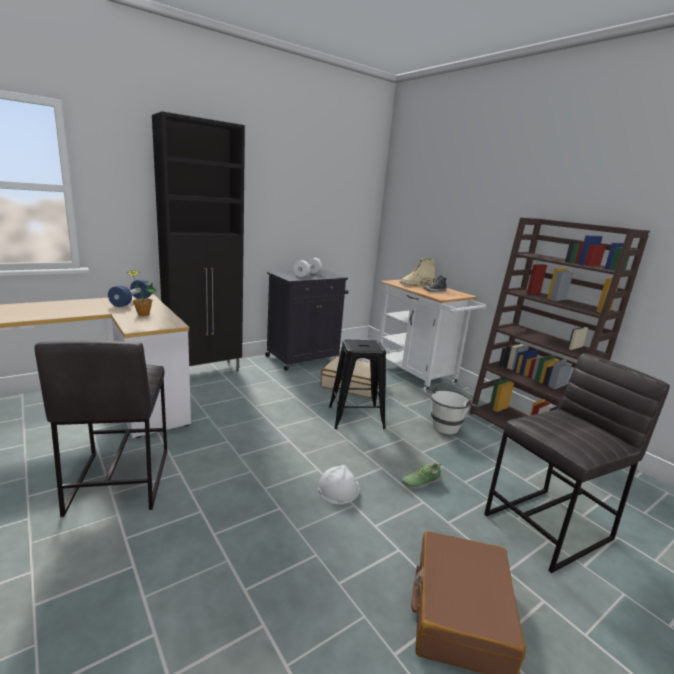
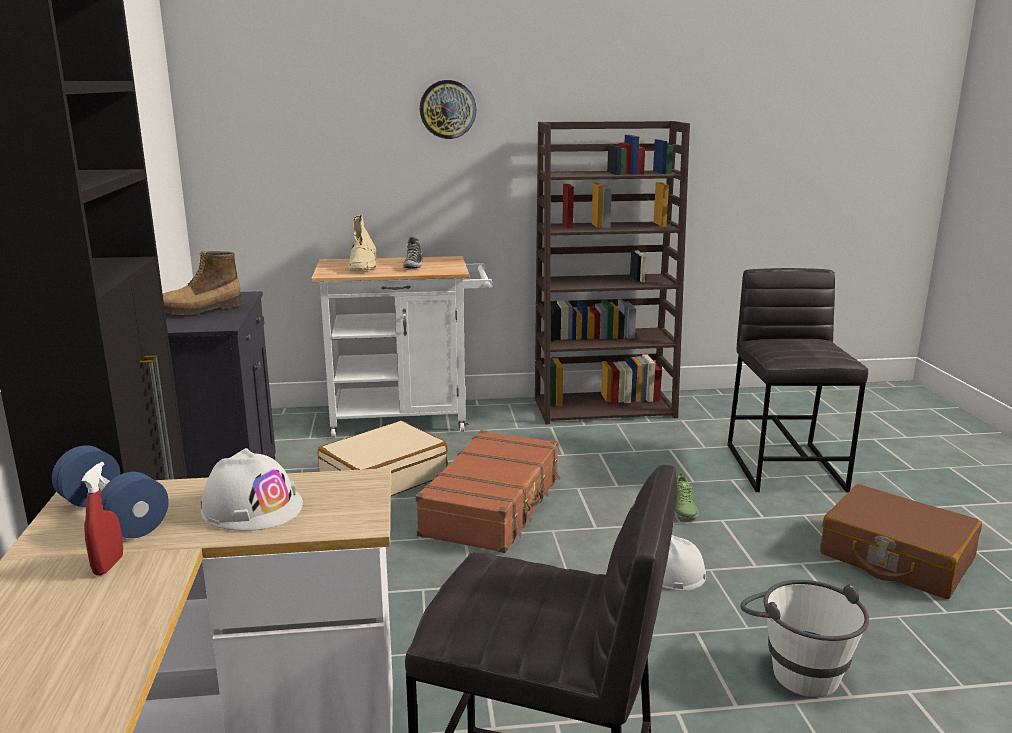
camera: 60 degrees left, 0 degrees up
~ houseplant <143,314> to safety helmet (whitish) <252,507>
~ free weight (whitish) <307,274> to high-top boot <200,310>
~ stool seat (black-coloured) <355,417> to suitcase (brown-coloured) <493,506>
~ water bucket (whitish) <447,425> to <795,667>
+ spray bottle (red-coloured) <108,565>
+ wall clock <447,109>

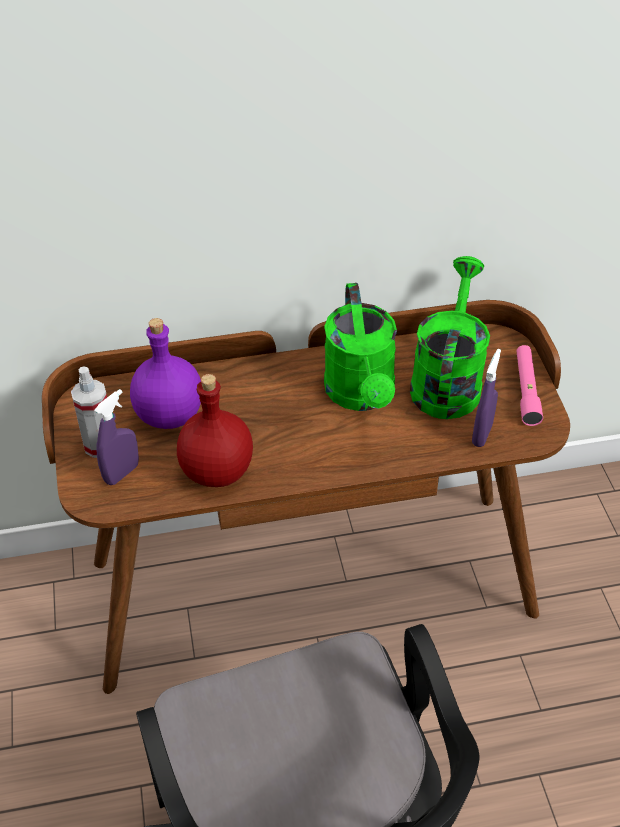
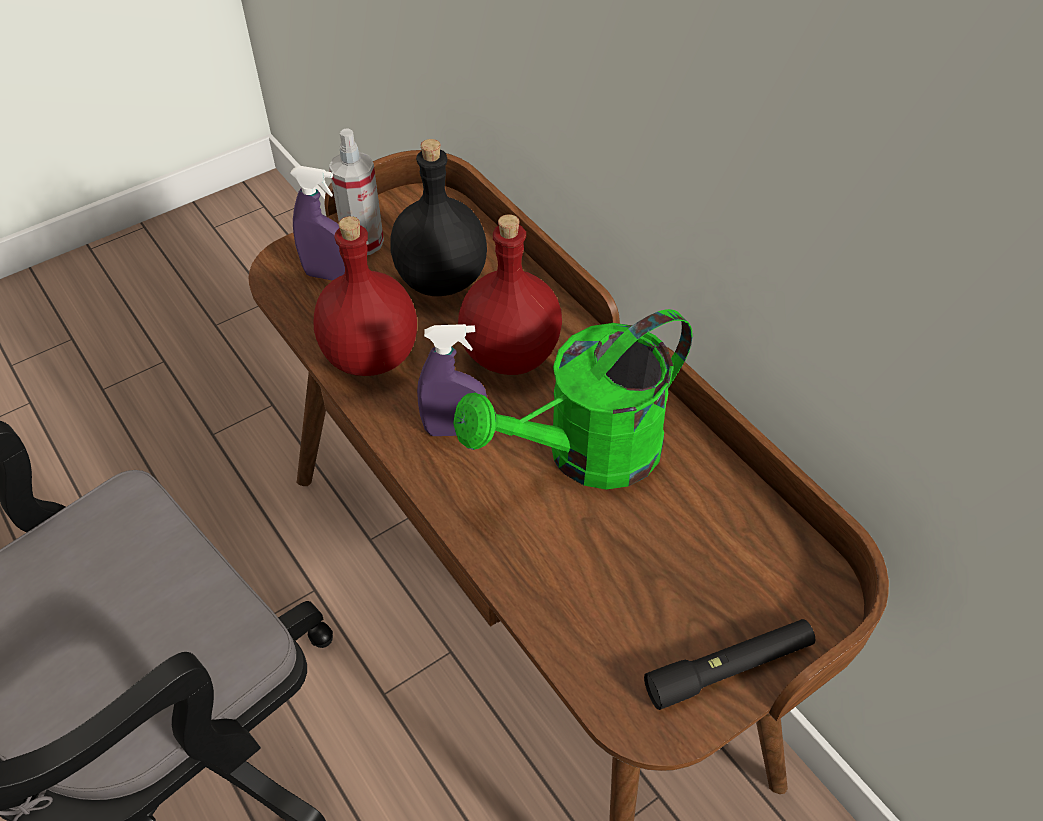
camera: 65 degrees right, 5 degrees up
~ bottle (purple) <168,415> to bottle (black-coloured) <441,278>
- sprinkling can (green) <447,380>
~ spray bottle (purple) <482,434> to <454,430>
~ flashlight (pink) <526,390> to flashlight (black-coloured) <729,668>
+ bottle (red-coloured) <508,353>

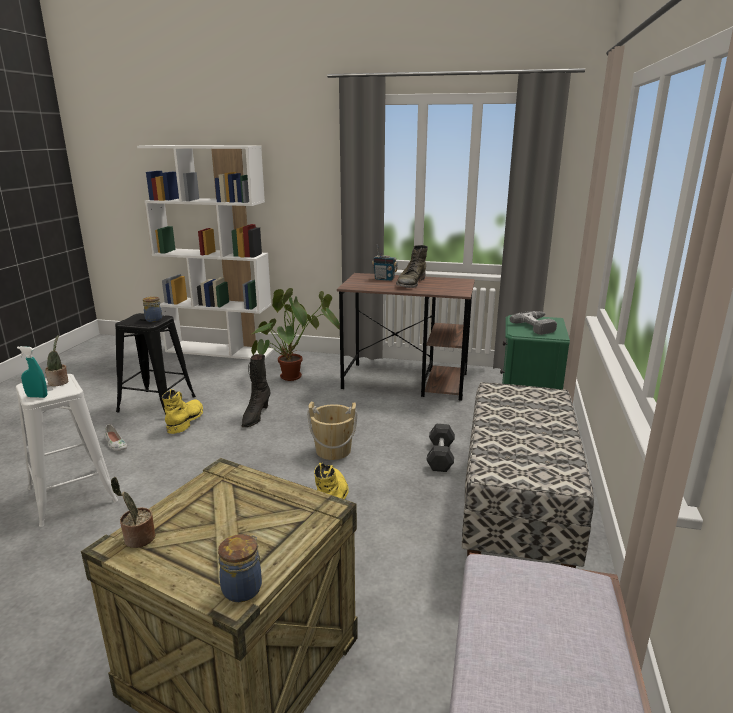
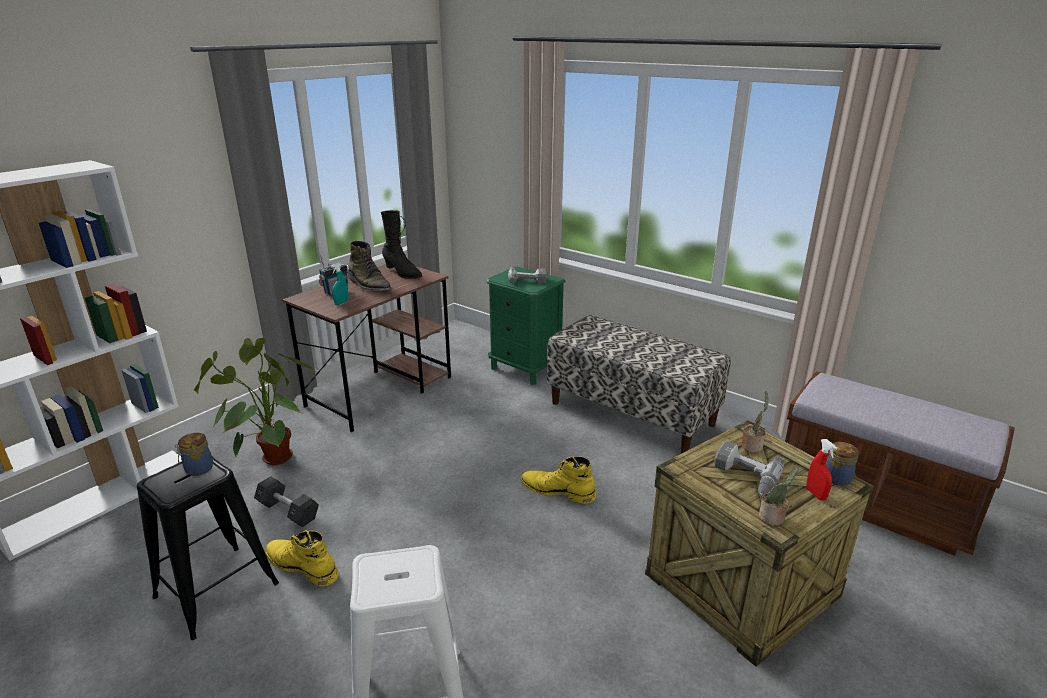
camera: 65 degrees left, 5 degrees up
~ spray bottle (turquoise-coloured) <37,396> to <341,303>
~ houseplant <59,383> to <752,445>
- shoe (whitish) <115,444>
~ high-top boot (black-coloured) <255,416> to <402,273>
- water bucket (beige) <333,451>
~ free weight (gray) <440,456> to <288,511>
+ power drill <744,476>
+ spray bottle (red-coloured) <816,494>

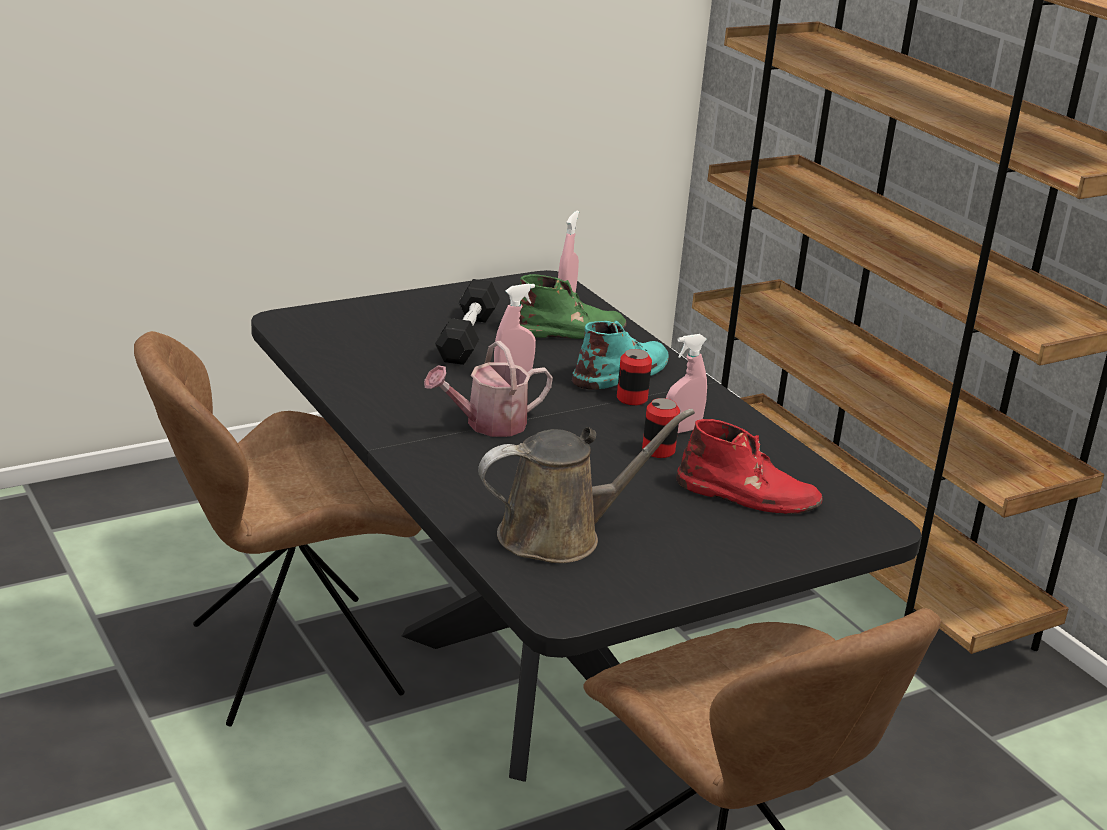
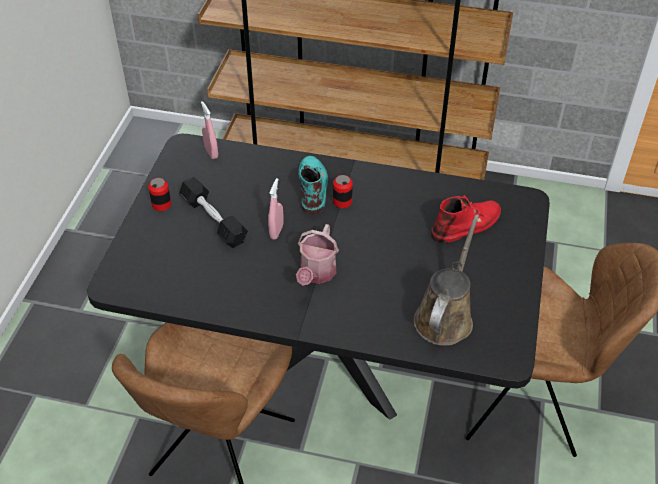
camera: 45 degrees left, 20 degrees up
- high-top boot (green) <568,330>
~ sealed can <658,450> to <161,205>
- spray bottle (pink) <682,430>

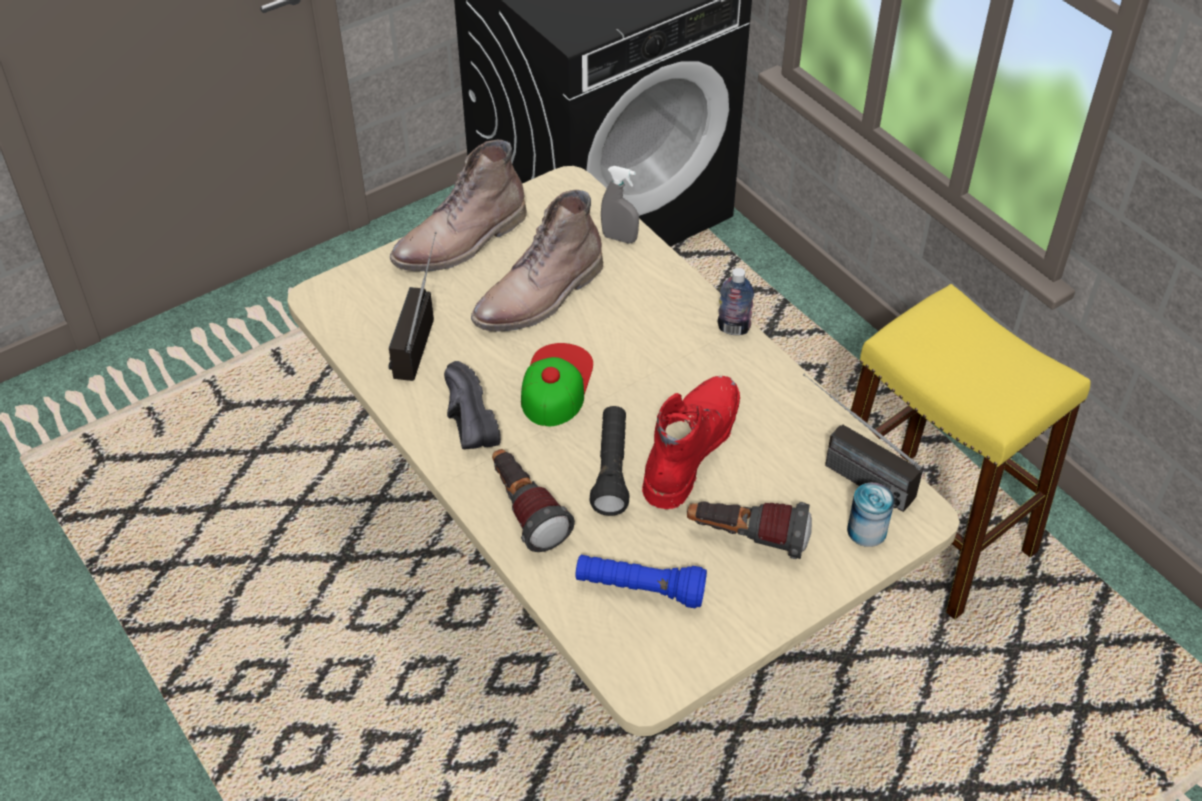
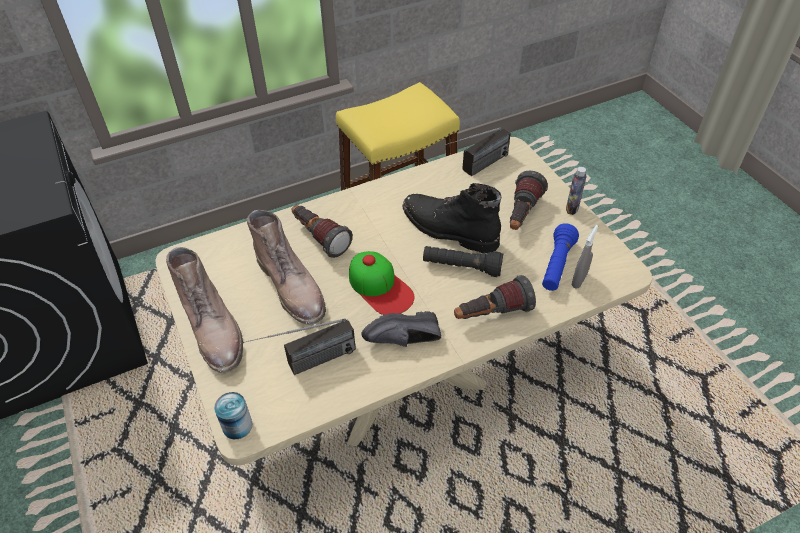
camera: 80 degrees left, 0 degrees up
~ radio set <416,332> = <305,364> 45 degrees counterclockwise
~ cap <556,384> = <380,287> 150 degrees counterclockwise
~ spray bottle (gray) <619,238> to <579,280>
~ high-top boot (red-coloured) <689,446> to high-top boot (black-coloured) <448,229>
~ bottle <733,329> to <572,208>
~ sealed can <867,530> to <237,425>
+ flashlight <319,238>

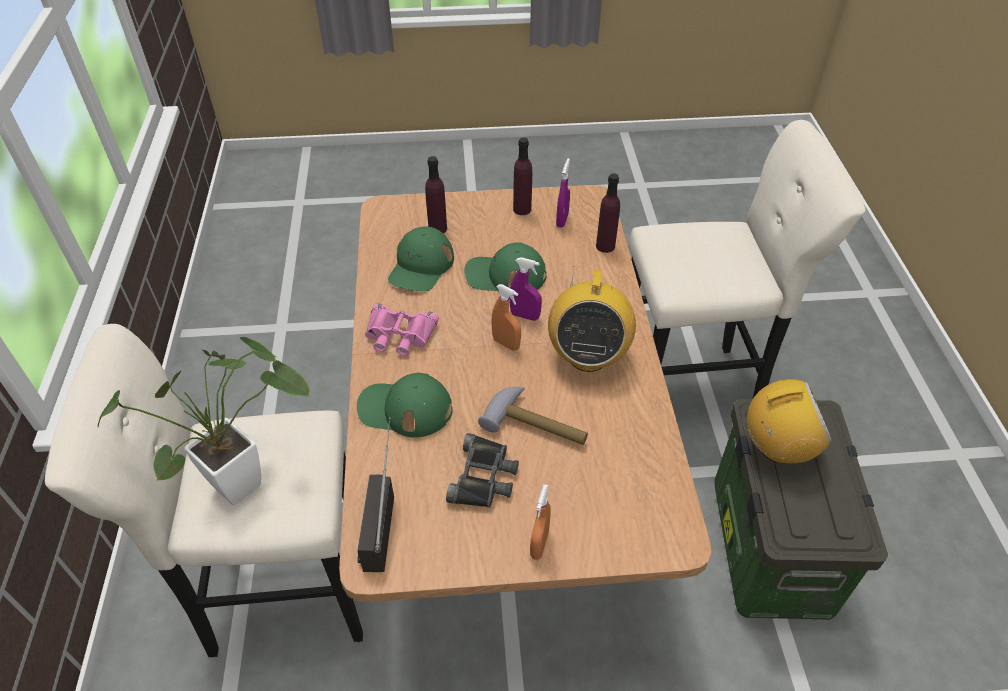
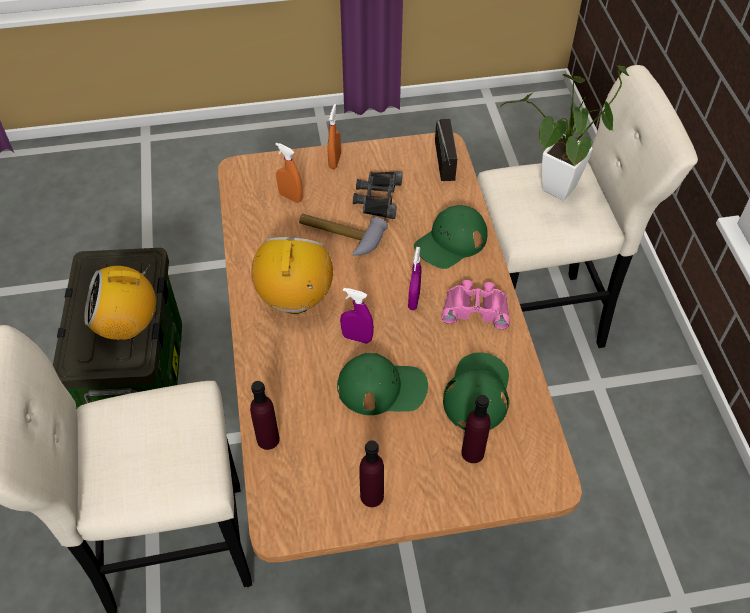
camera: 175 degrees right, 5 degrees up
~ cap (green) <405,409> = <451,242> 135 degrees clockwise
~ spray bottle (orangey) <506,343> to <290,197>
~ spray bottle (purple) <562,220> to <414,300>

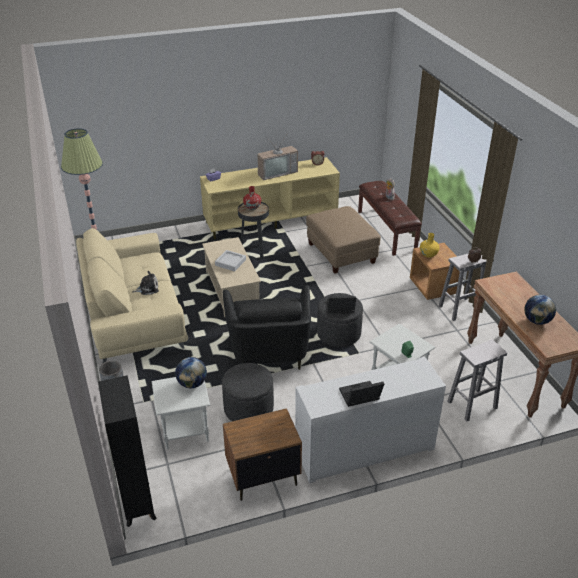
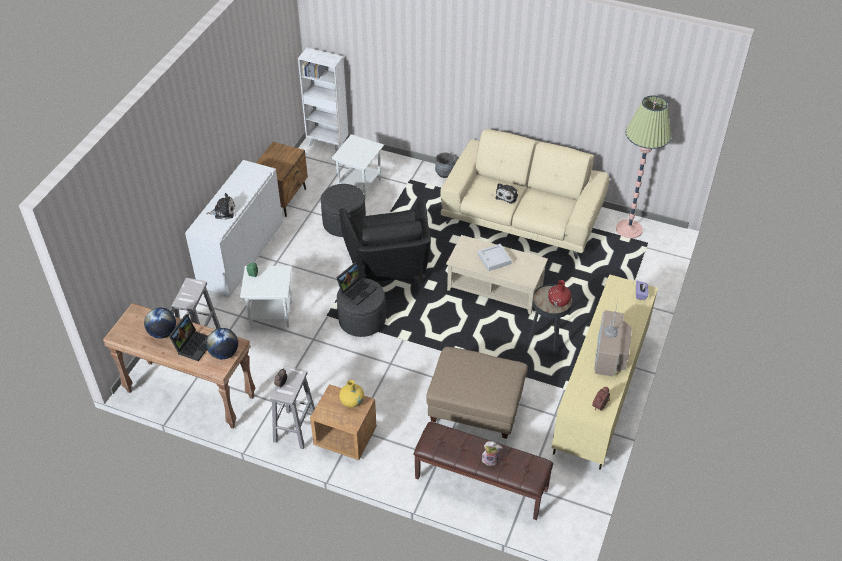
camera: 130 degrees right, 10 degrees up
~ bookcase (black-coloured) <138,503> to bookcase (whitish) <328,144>
~ desk globe <192,383> to <224,353>
~ lounge chair (black-coloured) <269,351> = <389,266> 135 degrees counterclockwise
~ notebook computer <359,397> to <193,344>
+ plush toy <223,211>

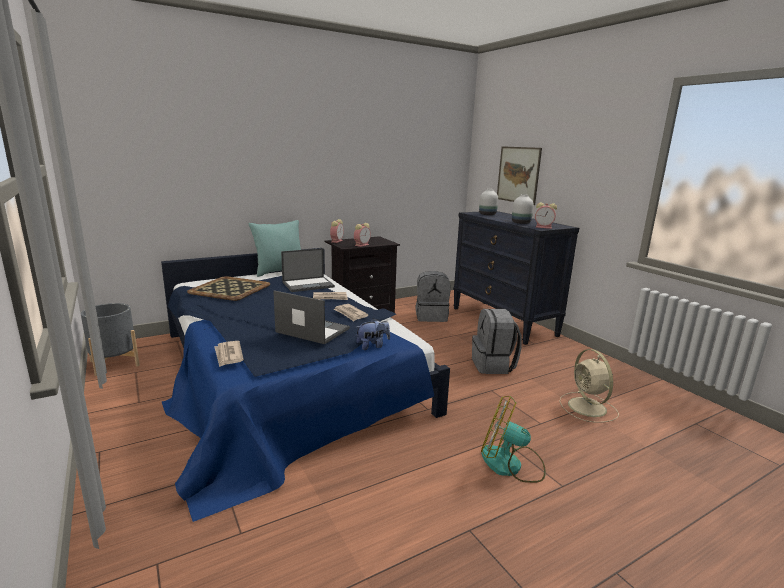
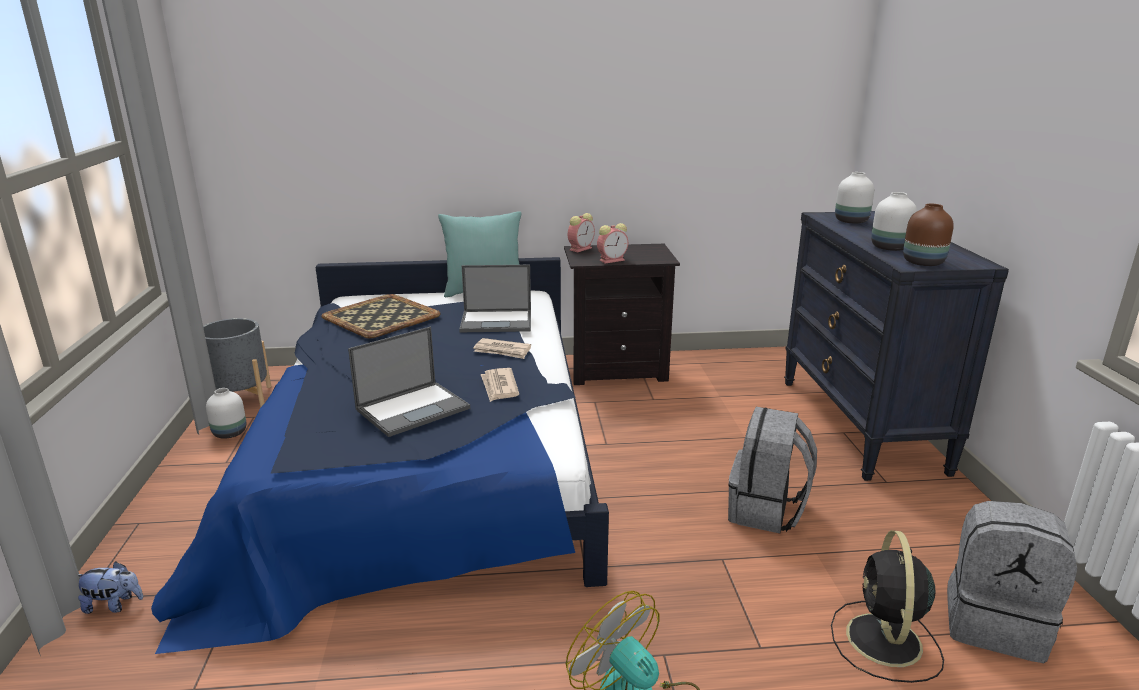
camera: 25 degrees right, 5 degrees up
- newspaper <228,355>
~ notebook computer <312,330> = <414,408> 90 degrees clockwise
~ plush toy <372,346> to <114,605>
~ backpack (gray) <431,316> to <994,624>
- wall art <518,174>
~ alarm clock <544,227> to vase (brown-coloured) <924,263>
~ cooling fan (beige) <588,408> to cooling fan (black-coloured) <884,642>
+ vase (whitish) <229,433>

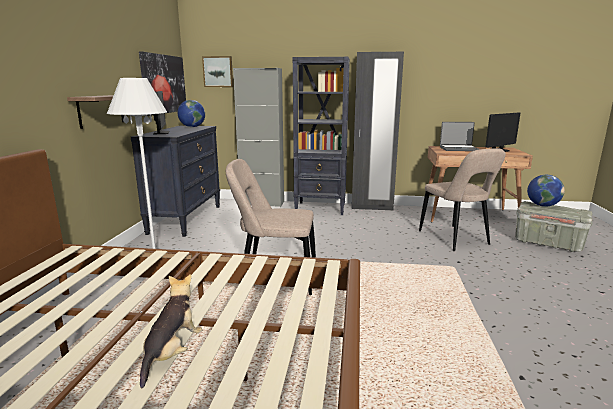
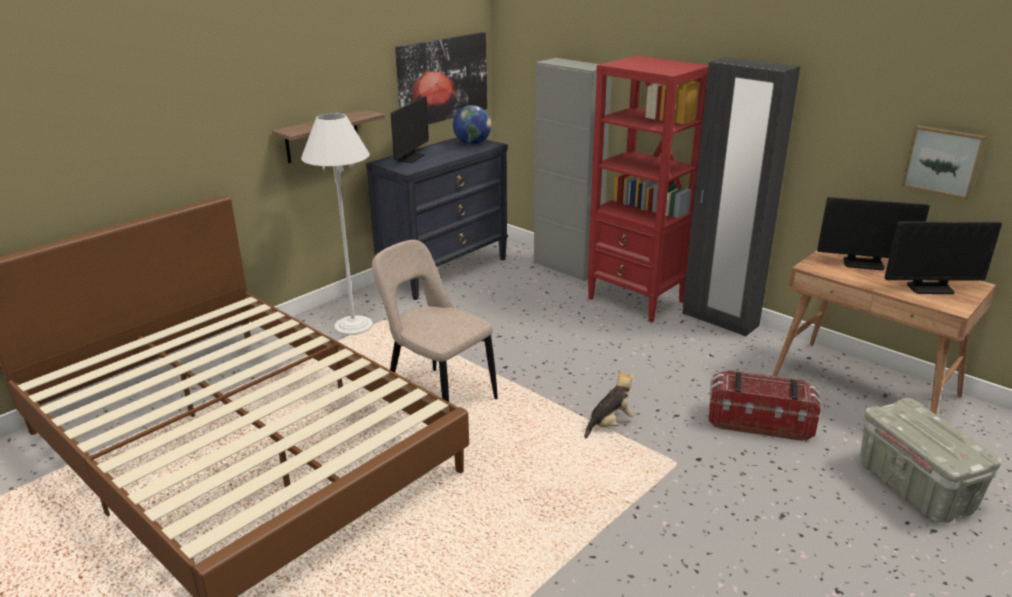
camera: 35 degrees right, 10 degrees up
~ plush toy <172,353> to <609,424>
~ wall art <218,71> to <943,161>
~ bookcase (black-coloured) <321,208> to bookcase (red-coloured) <636,300>
~ plain chair (beige) <455,239> to storage box <759,422>
~ notebook computer <458,149> to computer display <863,264>
- desk globe <542,205>

